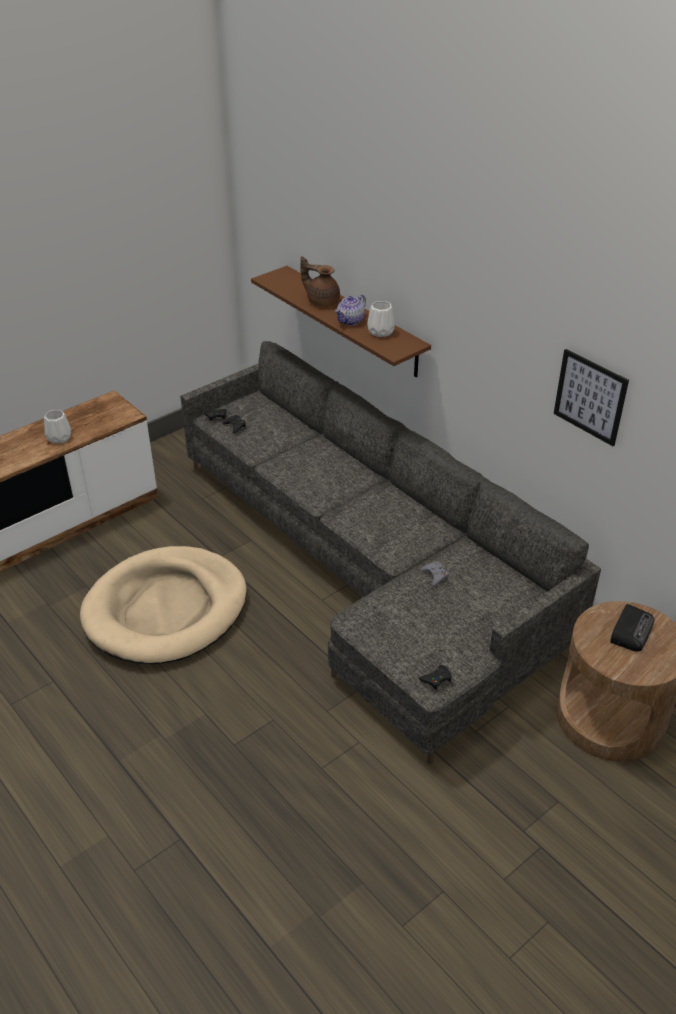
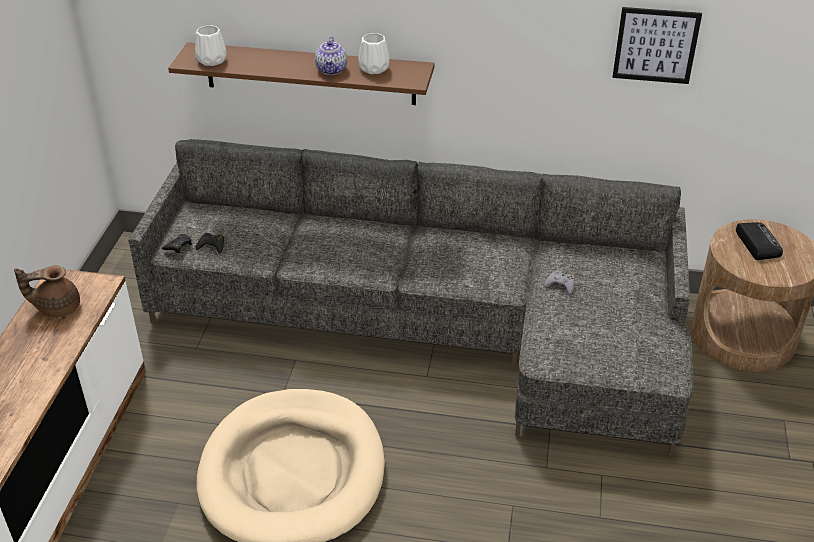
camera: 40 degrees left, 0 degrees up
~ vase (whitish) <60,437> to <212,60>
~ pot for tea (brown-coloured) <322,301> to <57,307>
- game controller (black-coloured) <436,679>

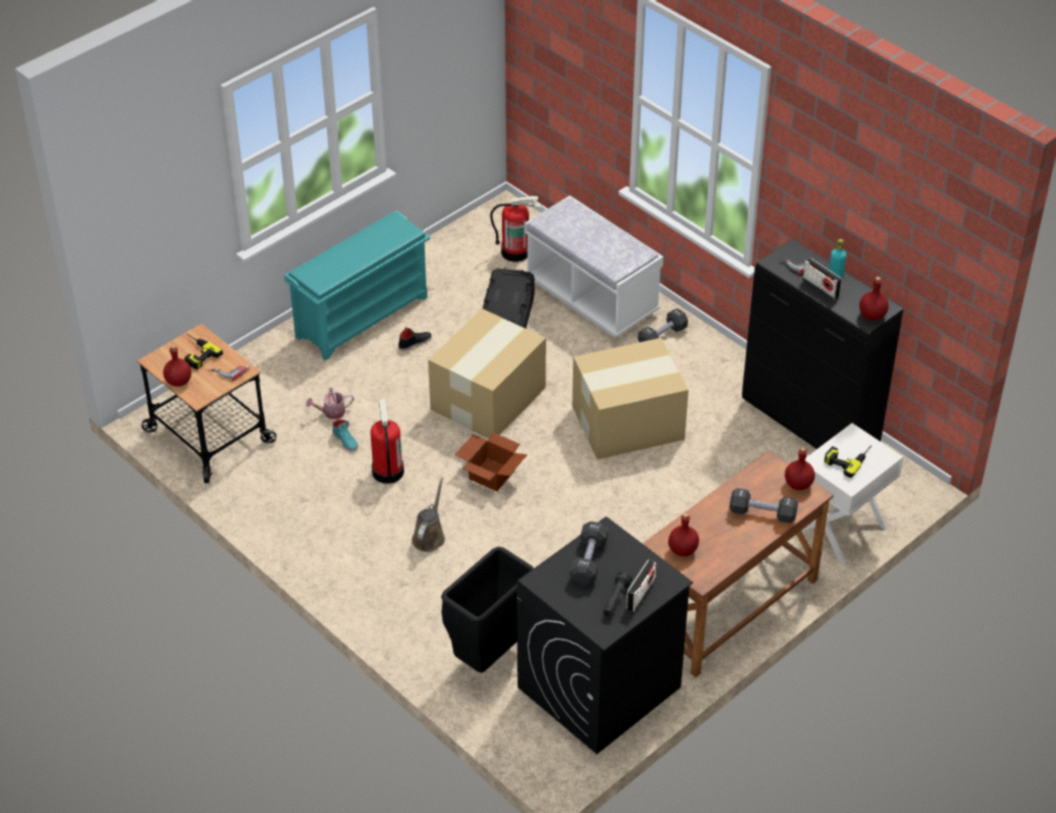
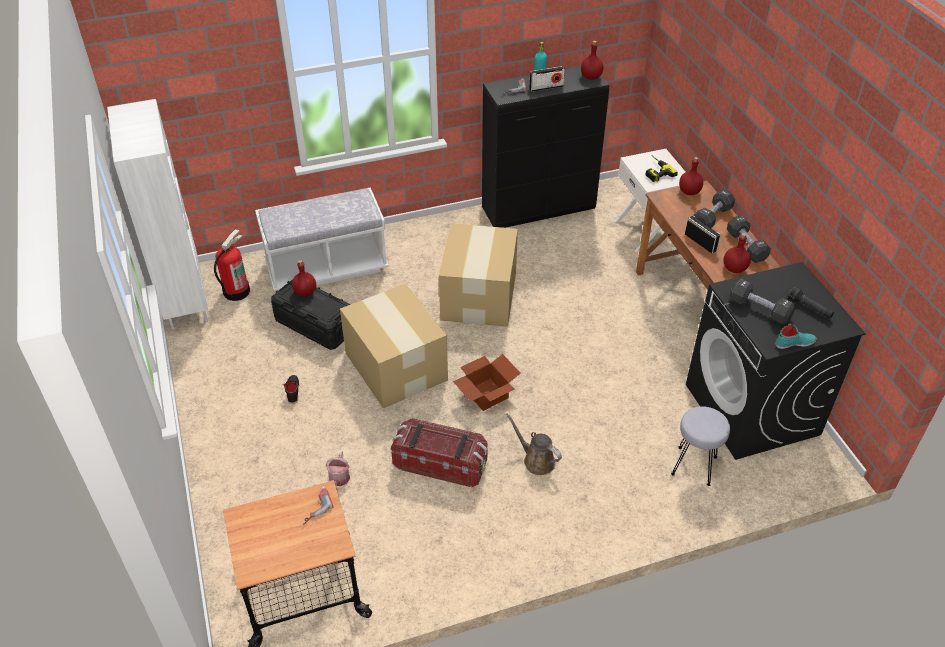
camera: 65 degrees left, 0 degrees up
~ bottle (red-coloured) <179,381> to <305,292>
- power drill <195,353>
- shoe shelf (turquoise-coloured) <362,316>
~ shoe (turquoise-coloured) <345,440> to <794,342>
~ fire extinguisher <387,471> to storage box <440,464>
~ waste bin (black-coloured) <490,657> to stool seat (gray) <695,466>
~ radio set <640,594> to <700,242>
~ free weight (black-coloured) <662,337> to <746,246>
+ bookcase (whitish) <184,301>

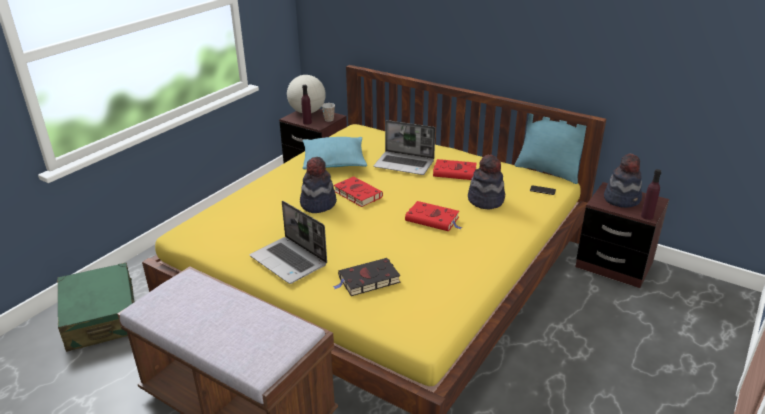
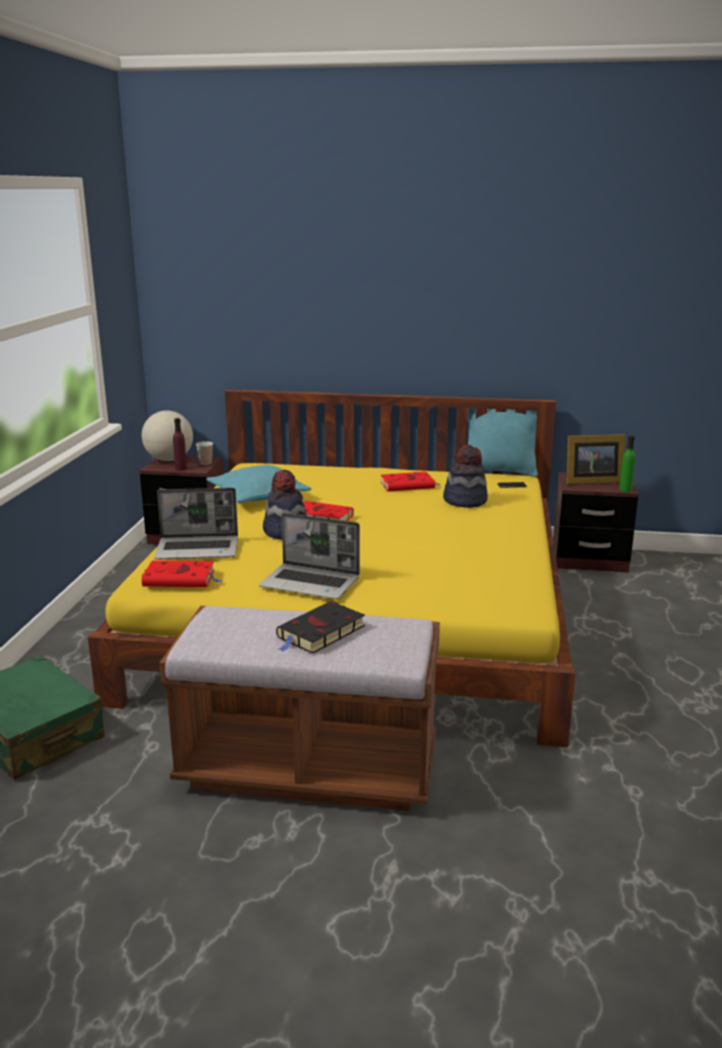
camera: 25 degrees left, 10 degrees down
~ volume (black-coloured) <367,280> to <319,633>
~ notebook computer <405,164> to <198,549>
~ volume (red-coloured) <433,219> to <181,579>
~ hat <622,199> to standing frame <590,481>
~ bottle (purple) <647,216> to bottle (green) <625,489>

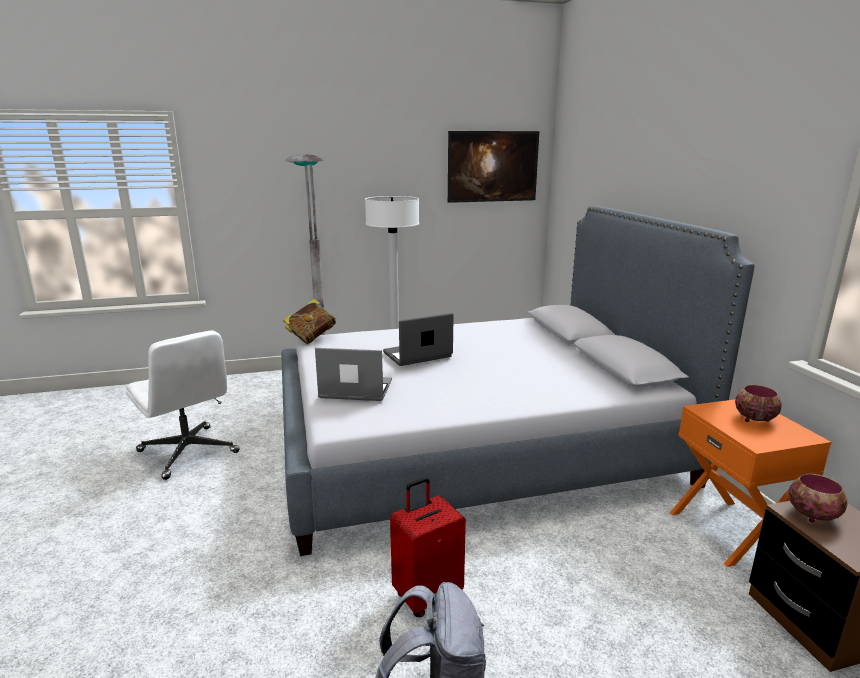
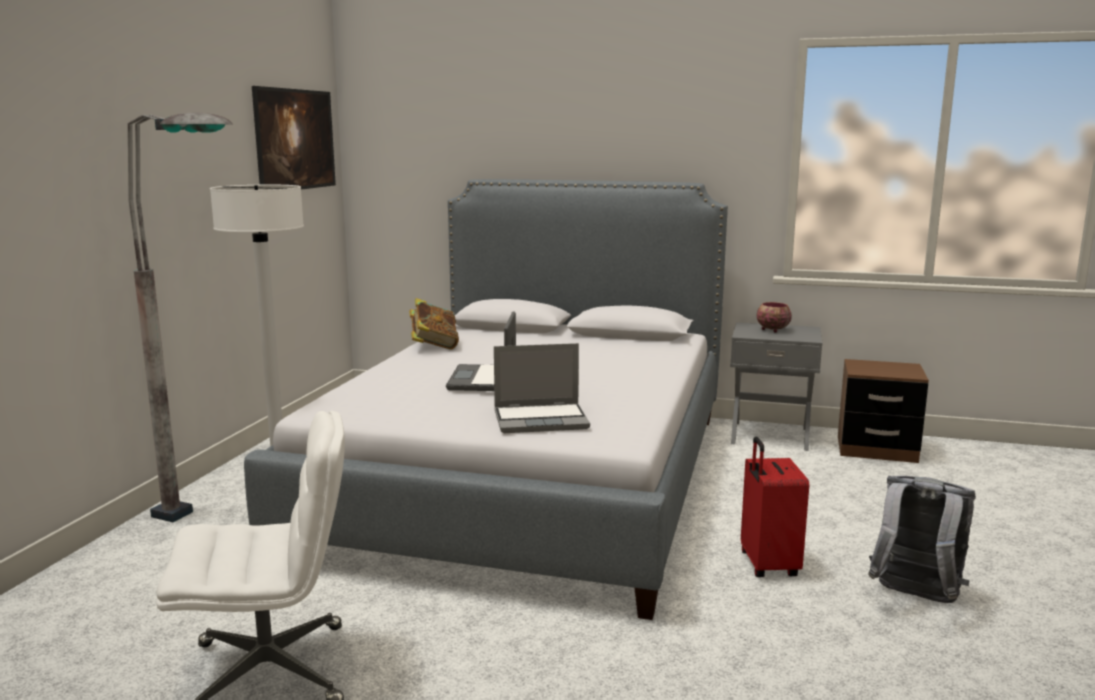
camera: 60 degrees left, 5 degrees down
~ volume <311,338> to <434,346>
~ notebook computer <354,390> = <542,420> 135 degrees counterclockwise
~ nightstand (orangey) <731,531> to nightstand (gray) <770,435>
- serving bowl <813,515>

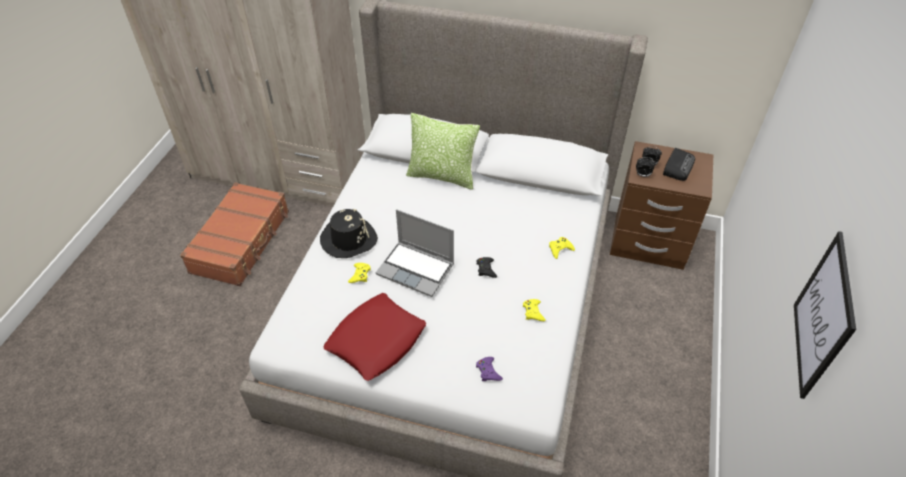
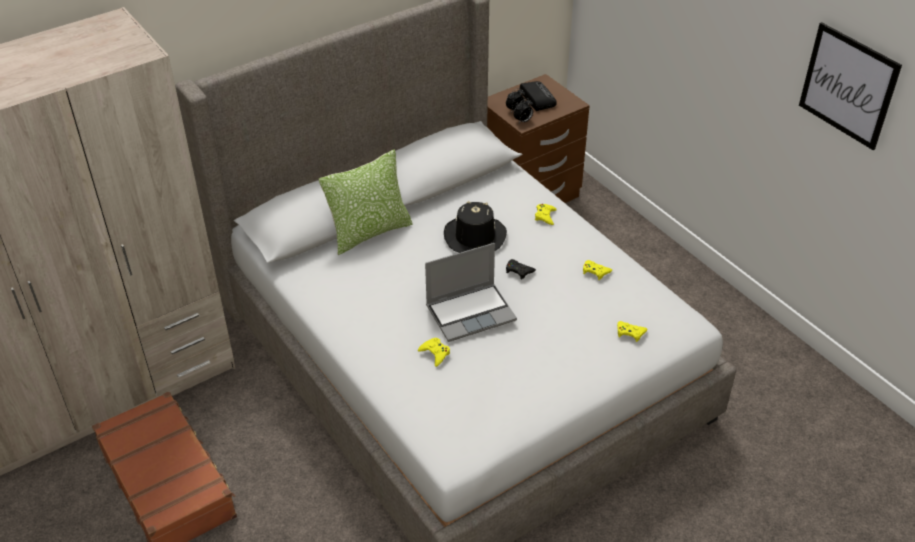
camera: 50 degrees left, 5 degrees down
~ hat (black-coloured) <348,239> to <474,237>
- cushion (red-coloured) <376,340>
~ game controller (purple) <488,371> to game controller (yellow-coloured) <630,333>

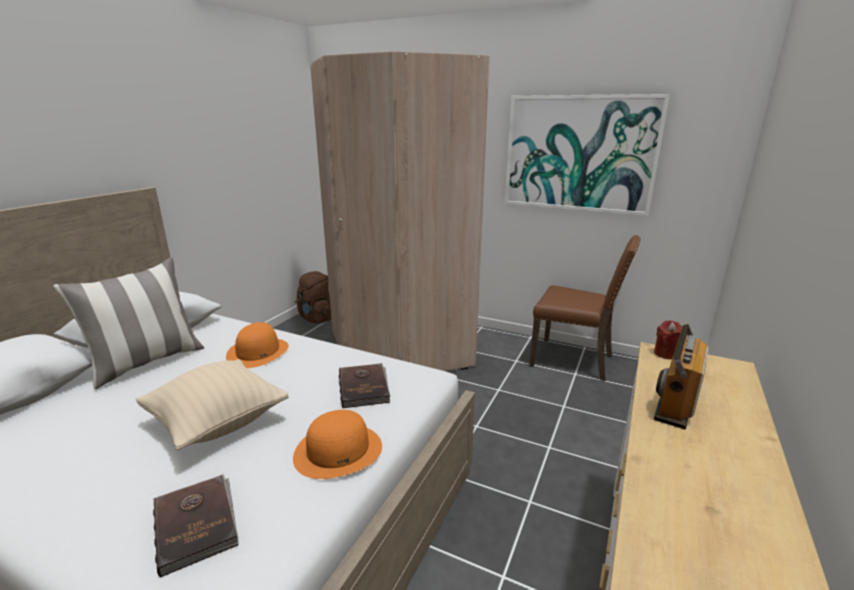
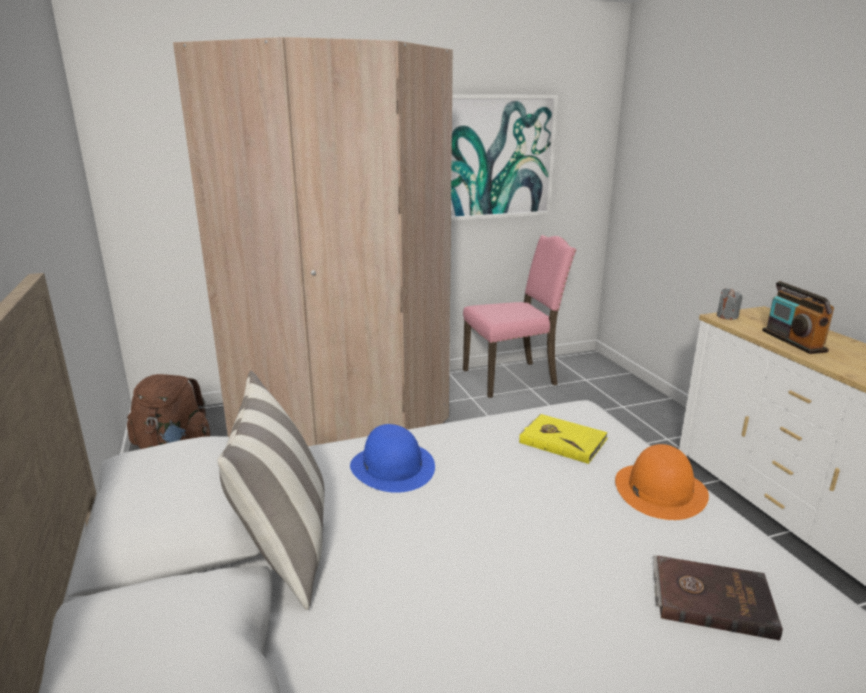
camera: 45 degrees left, 0 degrees up
- cushion (beige) <218,423>
~ hat (orangey) <258,352> to hat (bluish) <393,467>
~ volume (brown-coloured) <364,387> to volume (yellow-coloured) <562,440>
~ plain chair (brown-coloured) <574,360> to plain chair (pink) <512,377>
~ wax candle (red-coloured) <666,354> to wax candle (gray) <727,316>

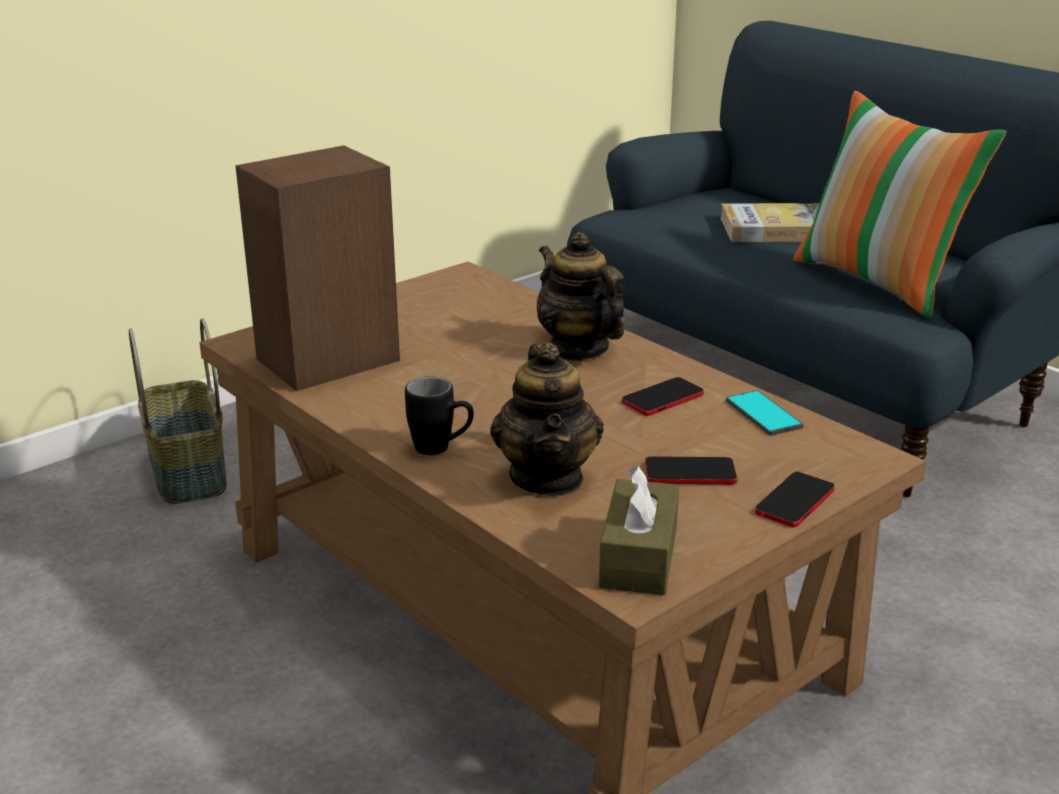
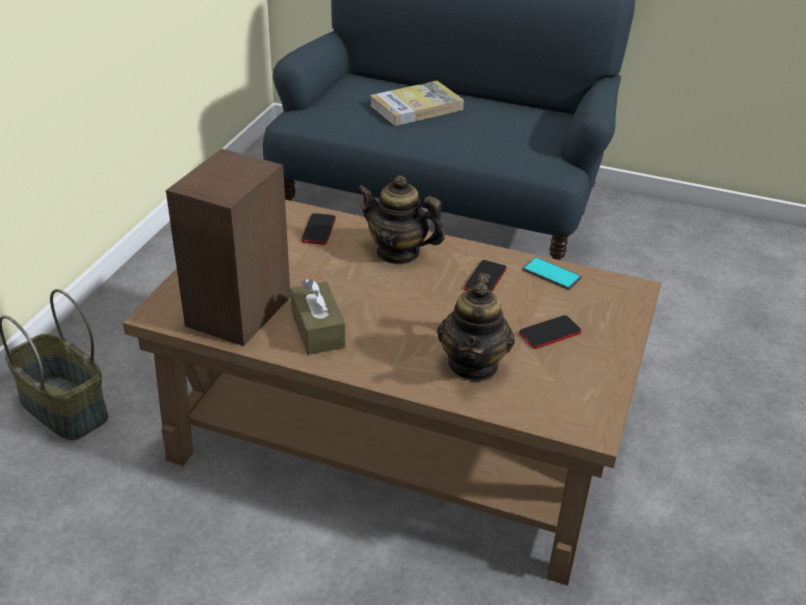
camera: 30 degrees left, 10 degrees up
- mug (black-coloured) <441,449>
~ pot for tea <547,477> = <474,364> 45 degrees clockwise
~ tissue box (brown-coloured) <639,557> to <317,329>
~ telephone <794,501> to <318,230>
- cushion <879,282>

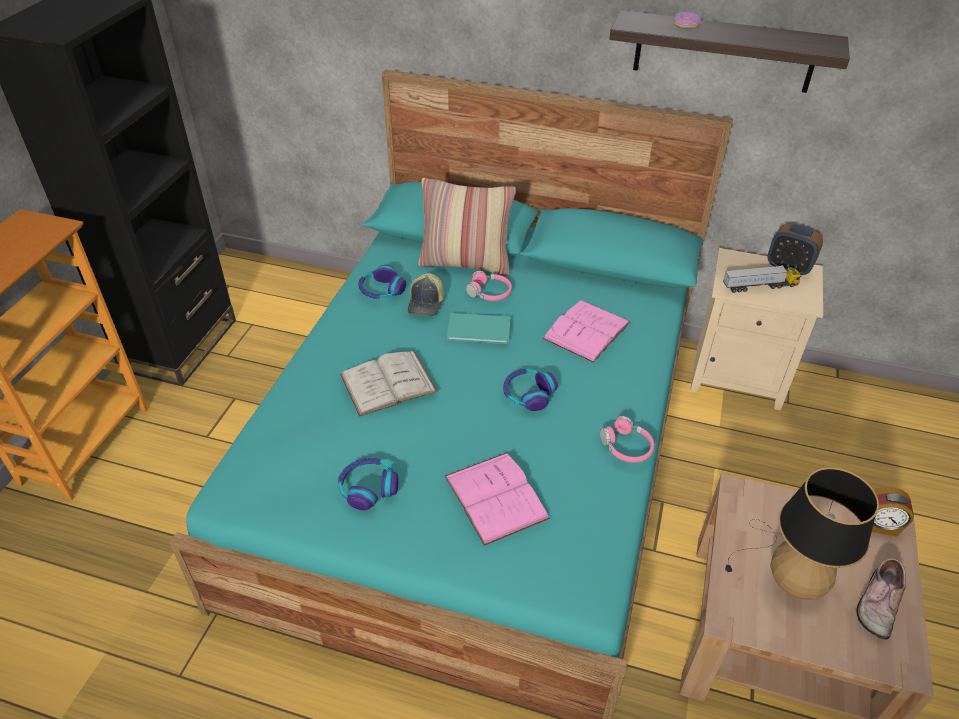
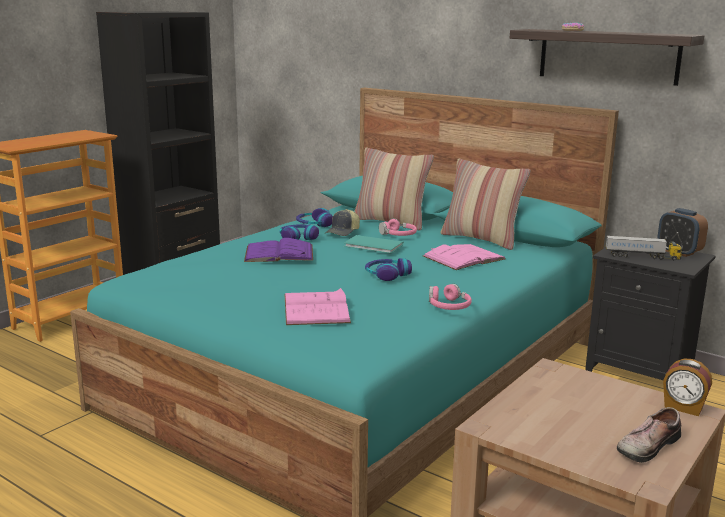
camera: 20 degrees right, 25 degrees down
~ pair of headphones <368,488> to <298,237>
~ volume (whitish) <388,383> to volume (purple) <279,253>
~ nightstand (beige) <738,376> to nightstand (black-coloured) <641,371>
- tabletop lamp <788,575>
+ cushion <481,239>

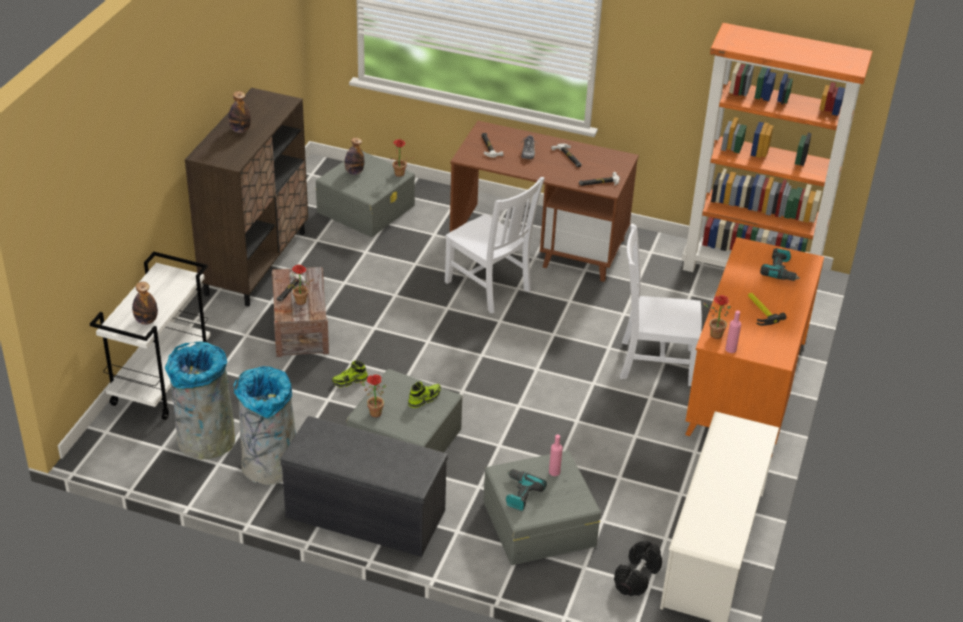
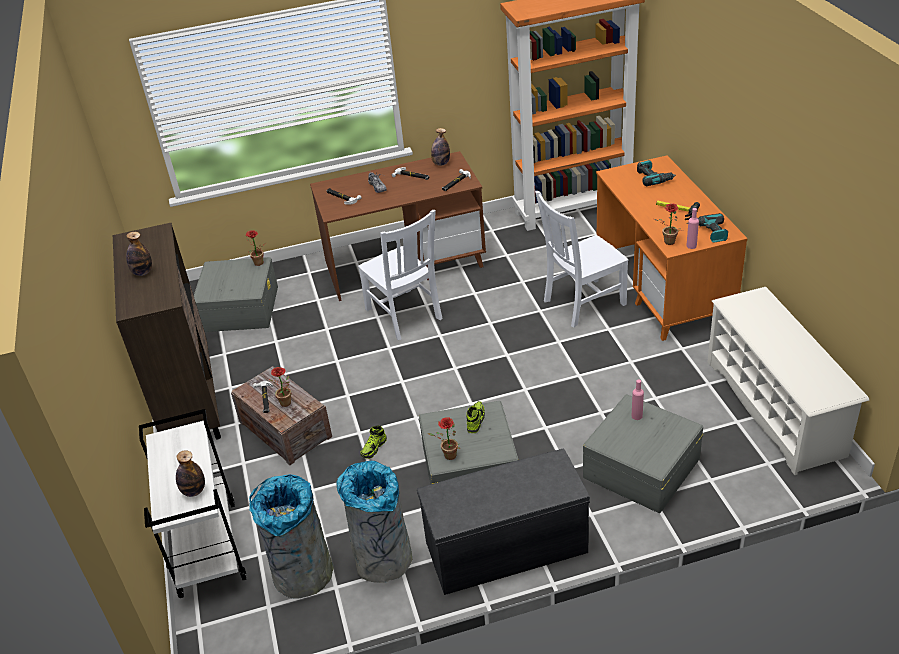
camera: 30 degrees left, 0 degrees up
~ bottle <354,172> to <441,163>
~ plain chair (whitish) <489,287> = <404,315> 45 degrees clockwise
~ power drill <519,493> to <709,232>
- free weight (black-coloured) <637,577>

